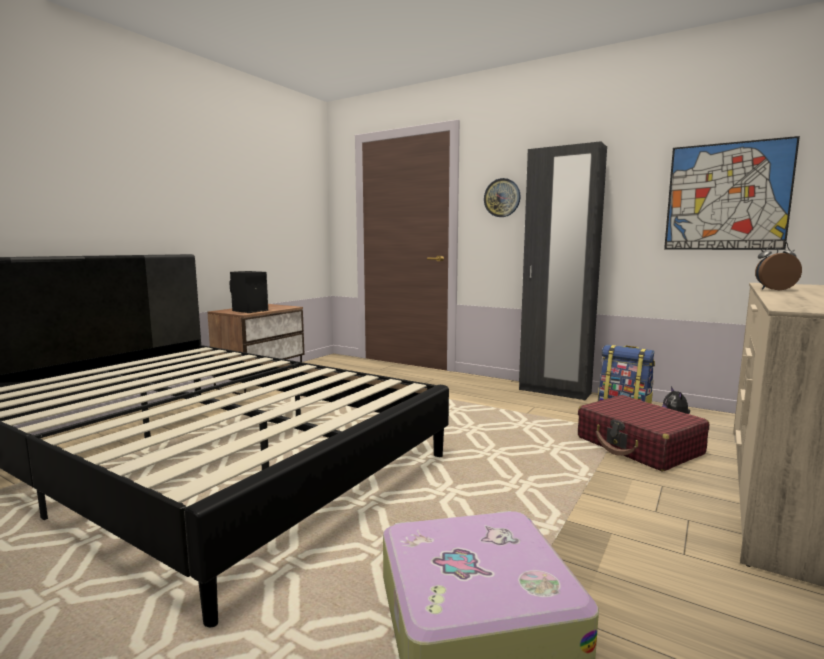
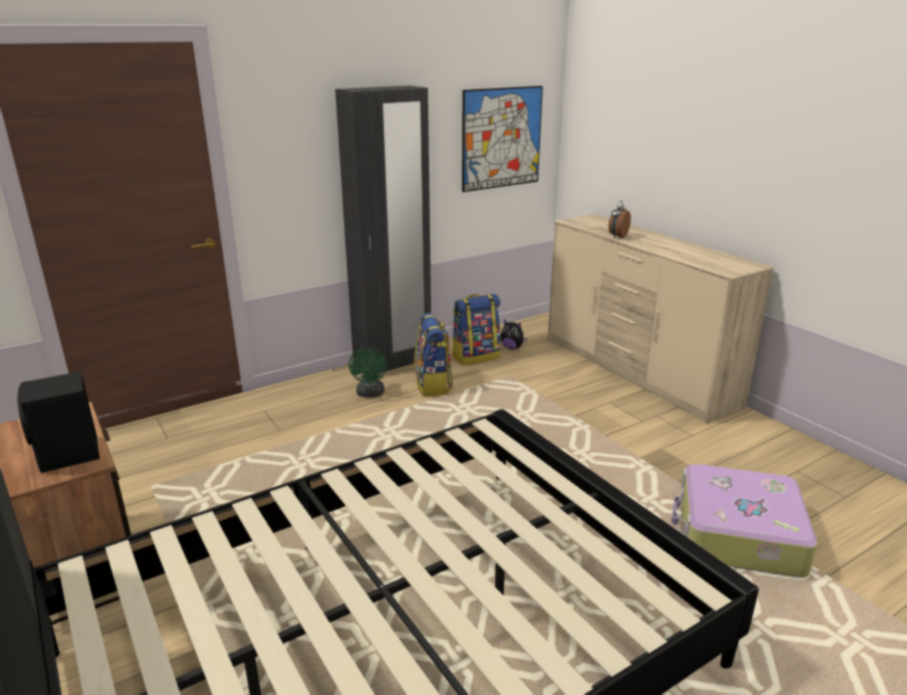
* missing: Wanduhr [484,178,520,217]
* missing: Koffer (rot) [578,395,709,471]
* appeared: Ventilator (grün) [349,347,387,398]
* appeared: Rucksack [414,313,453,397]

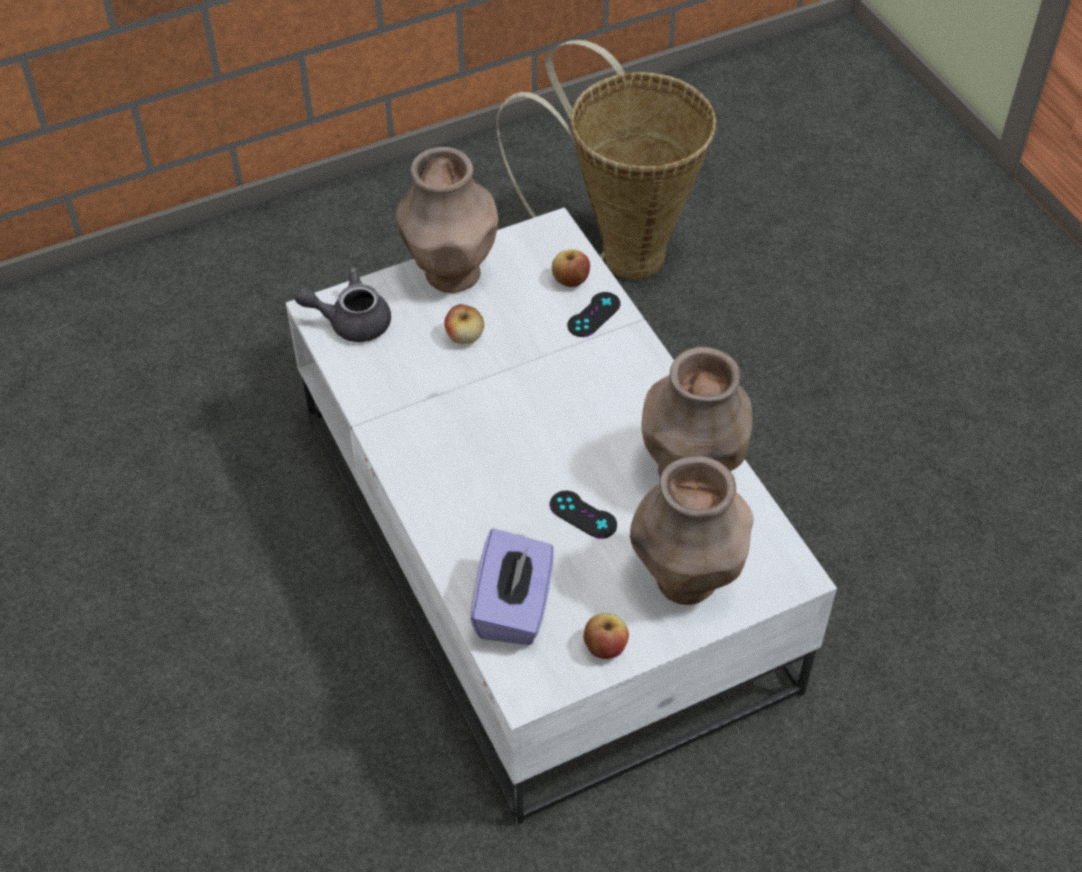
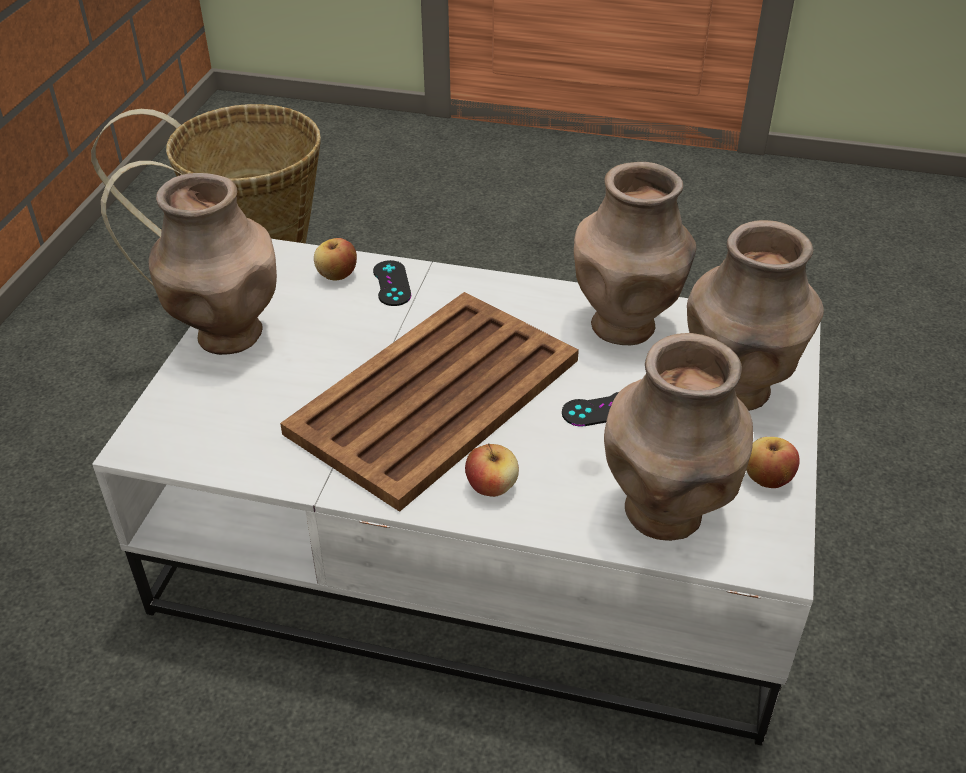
* missing: Teekanne (grau) [294,268,391,342]
* relocated: Apfel [444,304,484,344] to [465,444,519,497]
* exchanged: Taschentuchbox (lila) [470,528,554,645] to Vase (braun) [604,333,753,541]
* appeared: Tablett (braun) [280,292,579,512]

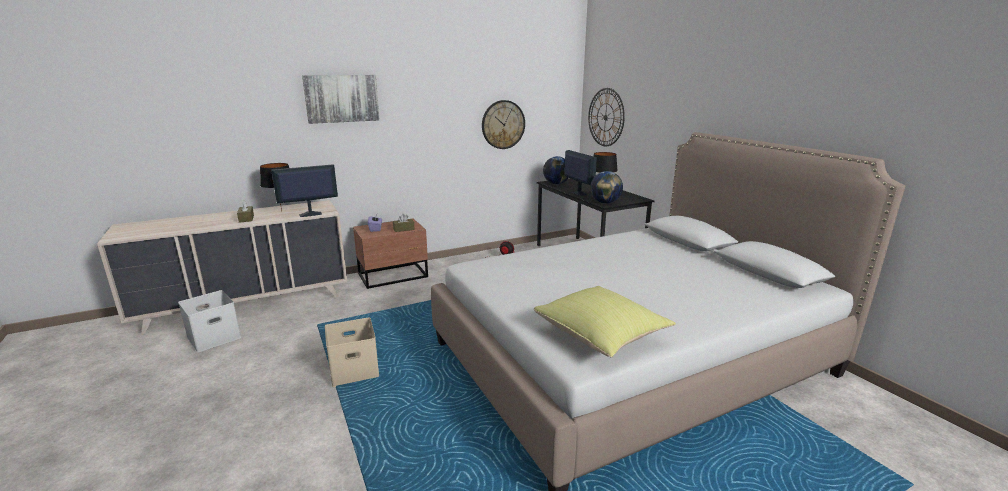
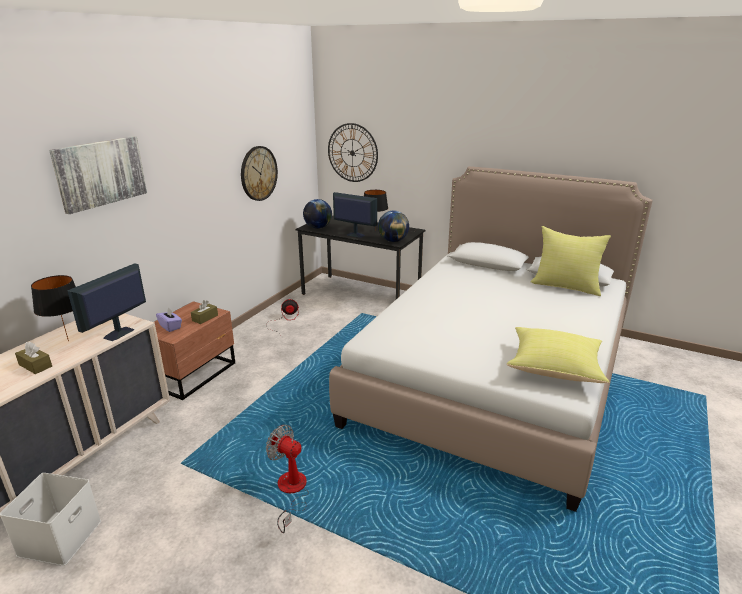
* exchanged: Aufbewahrungsbox (beige) [325,317,379,387] to Ventilator [266,425,309,533]
* appeared: Kissen (gelb) [530,226,611,296]

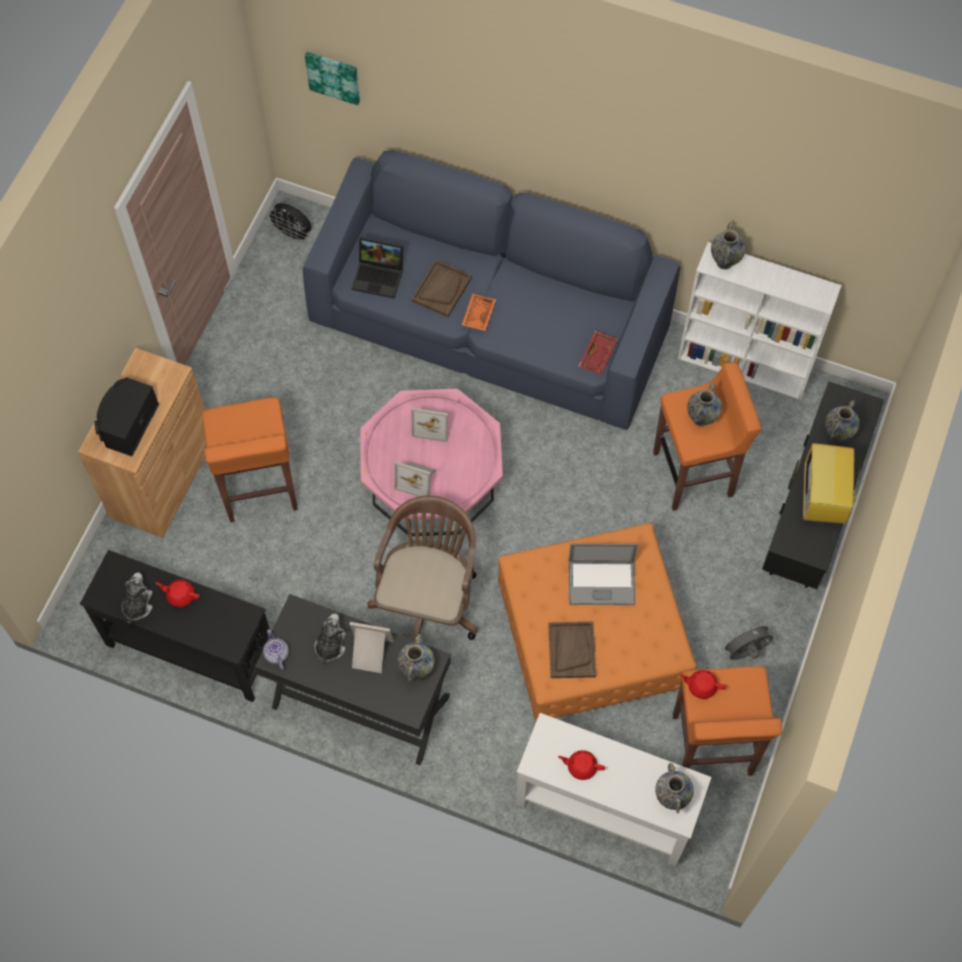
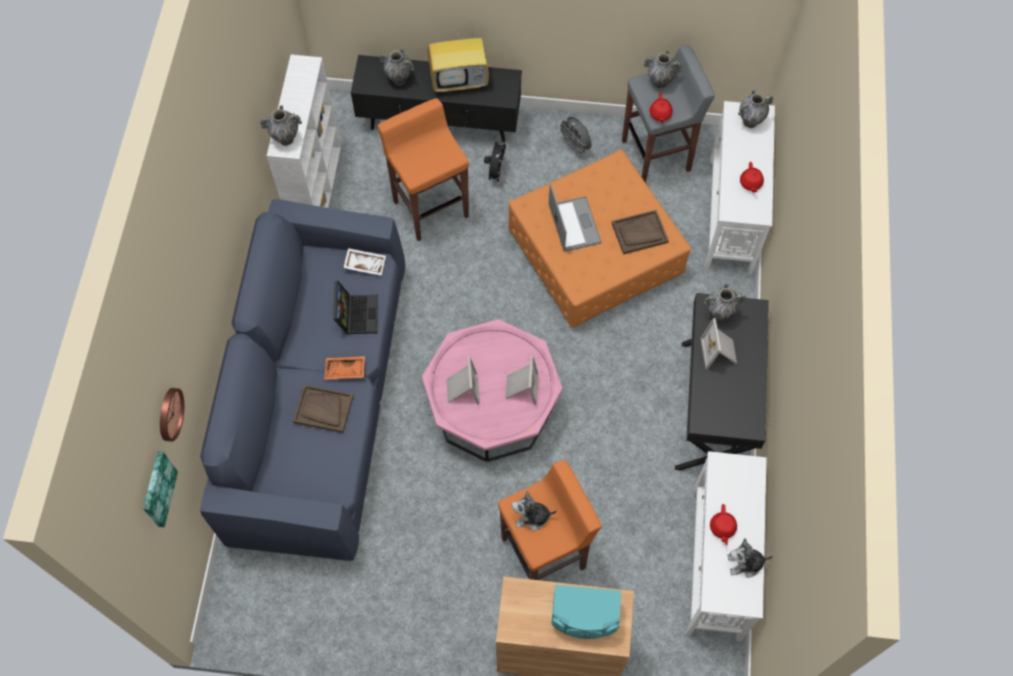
* colour: Konsolentisch (schwarz) [80,550,270,702] to Konsolentisch (weiß) [686,451,766,641]
* colour: Lautsprecher (schwarz) [94,377,159,456] to Lautsprecher (türkis) [552,585,621,639]
* missing: Teekanne [263,629,289,670]
* relocated: Ventilator (schwarz) [266,203,312,243] to [484,141,508,185]
* relocated: Plüschtier [315,614,346,664] to [512,490,557,531]
* relocated: Laptop [352,236,403,298] to [333,281,378,334]
* missing: Bürostuhl (braun) [367,495,478,640]
* colour: Tablett (rot) [578,331,618,375] to Tablett (weiß) [343,248,386,276]
* colour: Hocker (orange) [673,666,782,776] to Hocker (grau) [622,45,715,183]
* relocated: Vase [687,383,722,427] to [644,51,682,89]
* appeared: Wanduhr [160,388,184,442]

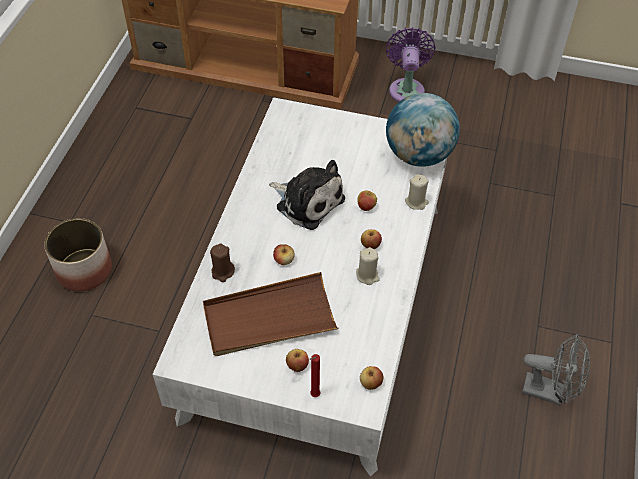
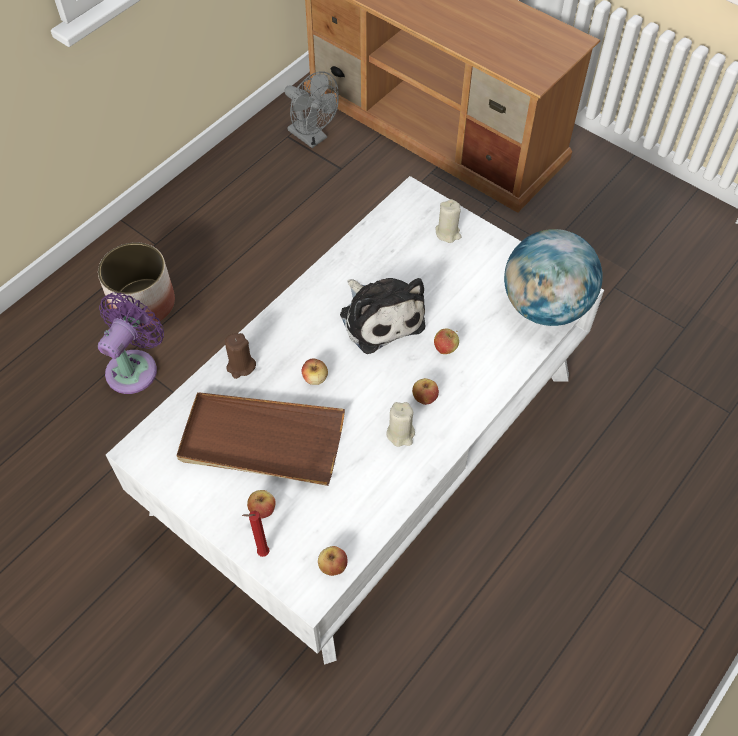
* relocated: Ventilator (lila) [386,27,435,102] to [98,292,164,394]
* relocated: Kerze (beige) [405,174,429,210] to [436,199,461,243]
* relocated: Ventilator (grau) [522,334,590,405] to [284,71,339,148]

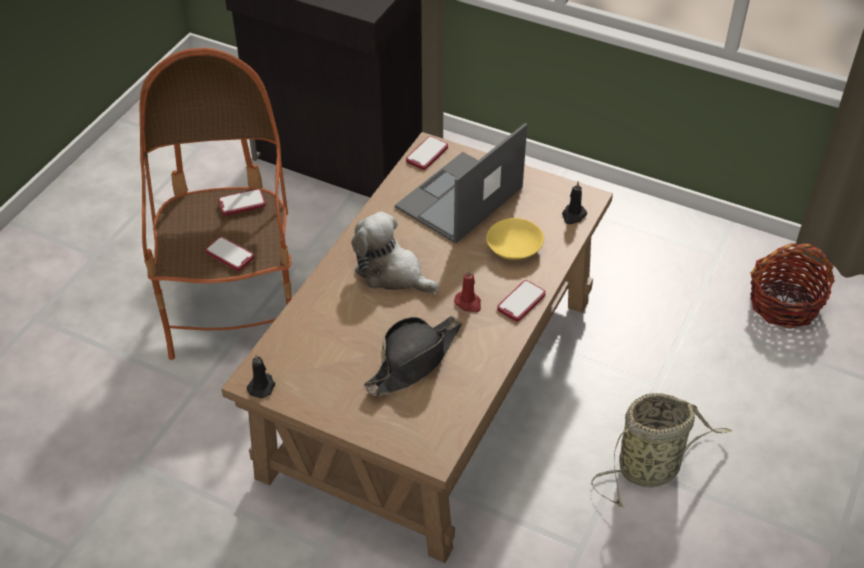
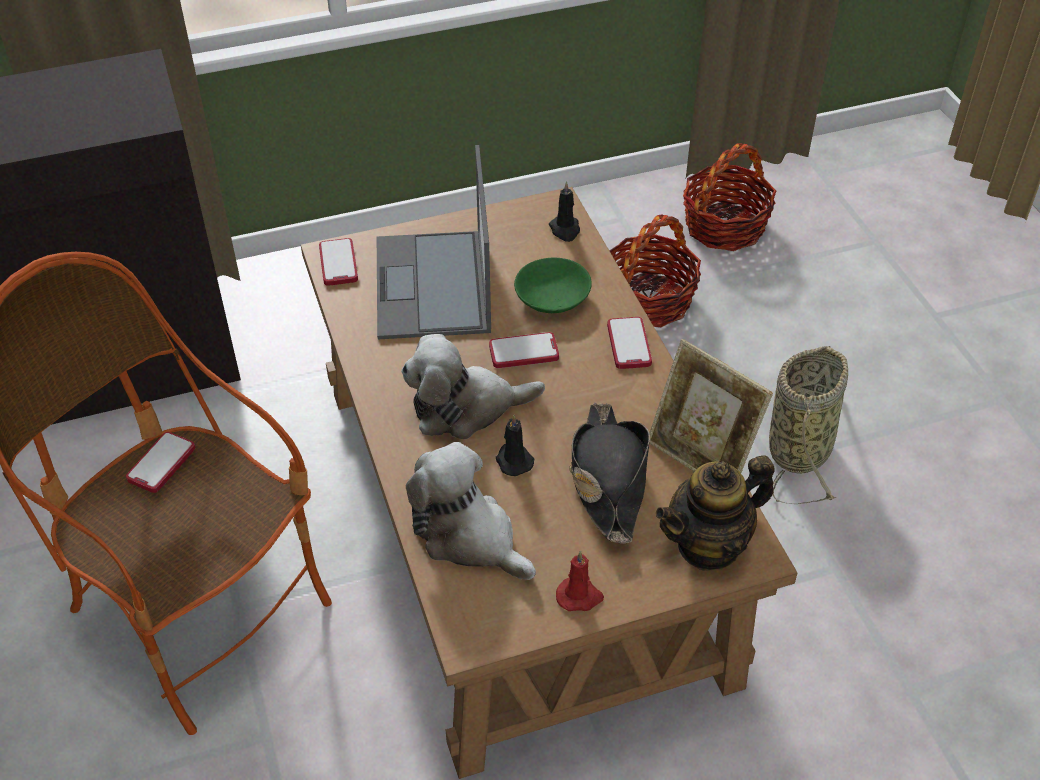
* relocated: Handy [206,237,254,271] to [489,332,559,368]
* relocated: Kerze (schwarz) [247,354,275,398] to [496,415,534,476]
* relocated: Kerze (rot) [454,269,481,312] to [556,551,604,611]
* colour: Schüssel (gelb) [486,218,544,260] to Schüssel (grün) [514,258,592,313]
* appeared: Plüschtier [406,442,536,580]
* appeared: Korb [609,215,701,327]
* appeared: Bilderrahmen [649,339,773,473]
* appeared: Teekanne [656,455,775,571]

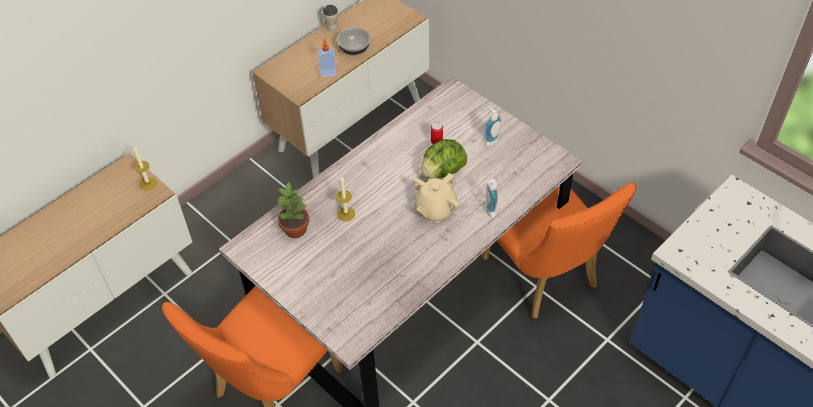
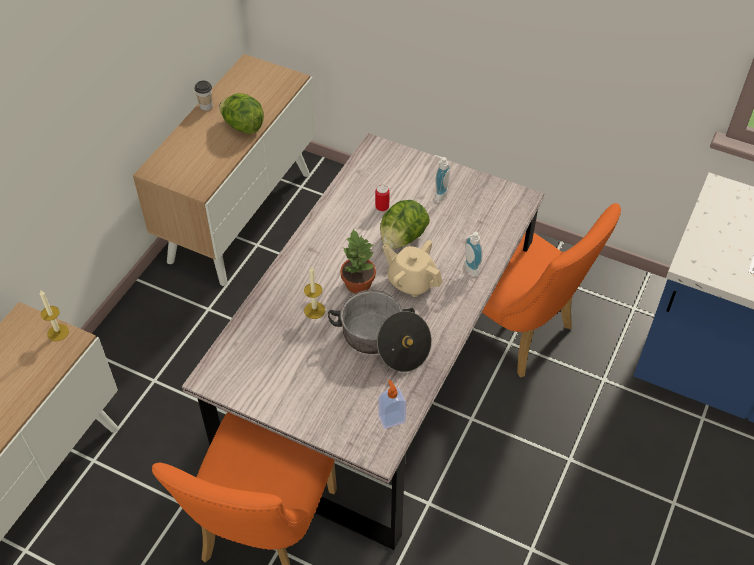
* relocated: Topfpflanze [276,183,310,238] to [340,229,376,294]
* relocated: Seifenspender [318,39,336,77] to [379,380,406,429]
* exchanged: Schüssel [337,27,370,55] to Salatkopf [219,93,264,134]
* spun: Teekanne (beige) [413,173,459,223] = [382,240,443,297] 105 degrees clockwise
* appeared: Kochtopf [328,290,432,372]

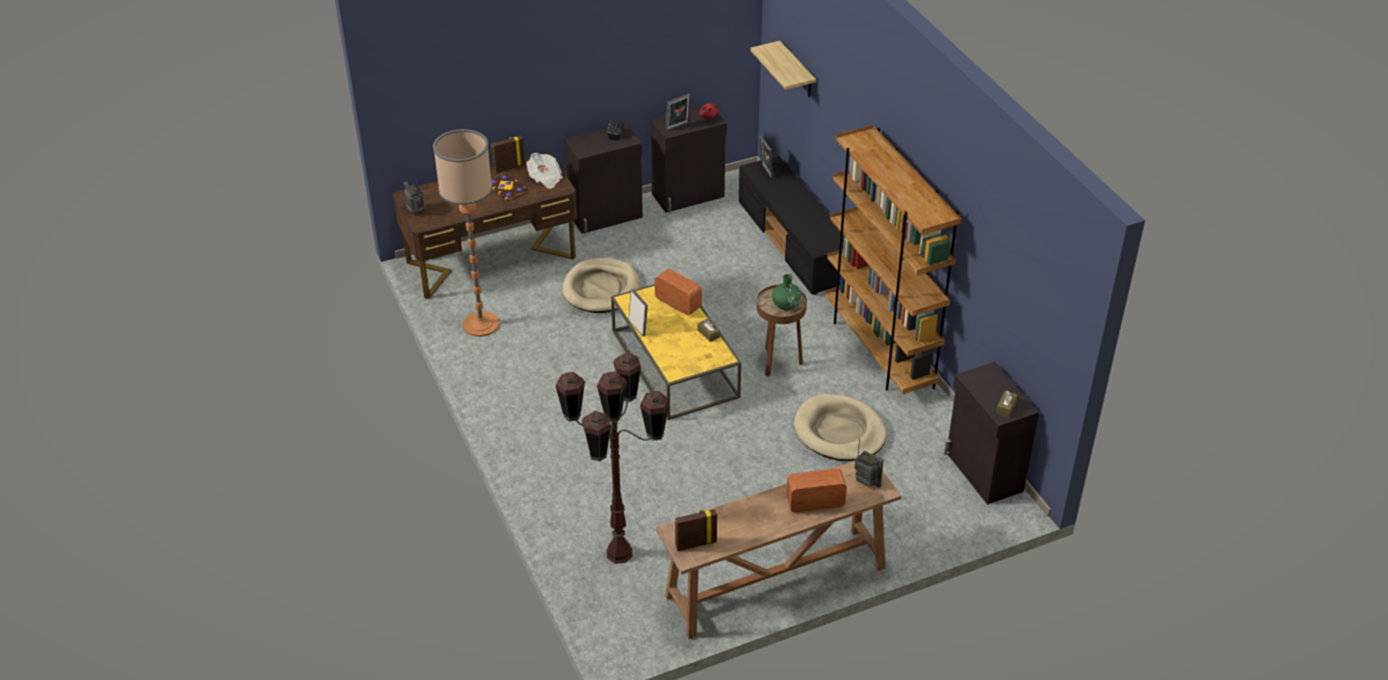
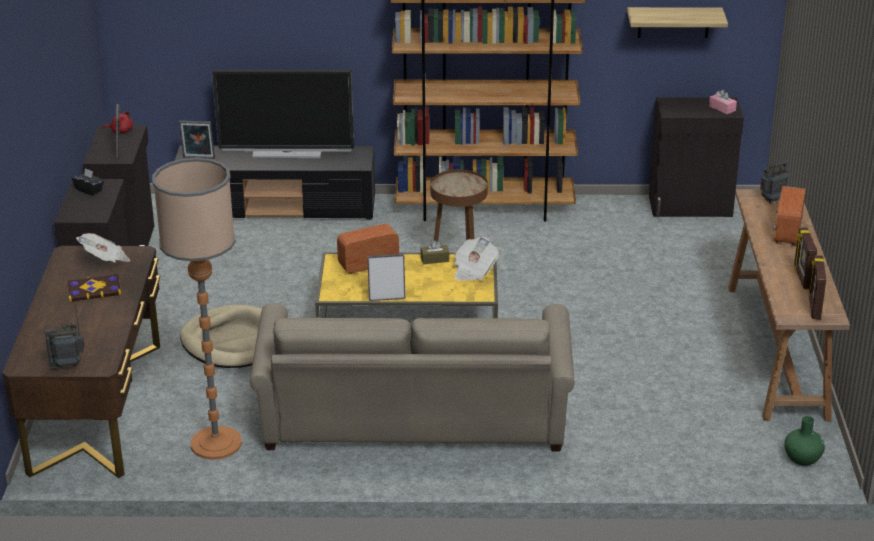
* relocated: Bilderrahmen [491,136,525,173] to [794,227,817,289]
* missing: Stehlampe (braun) [555,353,670,564]
* relocated: Wandregal [750,41,816,97] to [627,7,728,38]
* relocated: Vase (grün) [772,274,802,310] to [784,416,825,466]
* missing: Hundebett (beige) [794,394,887,461]
* colour: Taschentuchbox (braun) [996,391,1017,418] to Taschentuchbox (rosa) [709,90,737,114]
* appeared: Fernseher [212,70,354,158]
* appeared: Sofa (beige) [250,303,574,451]
* appeared: Zeitung [454,237,499,281]

